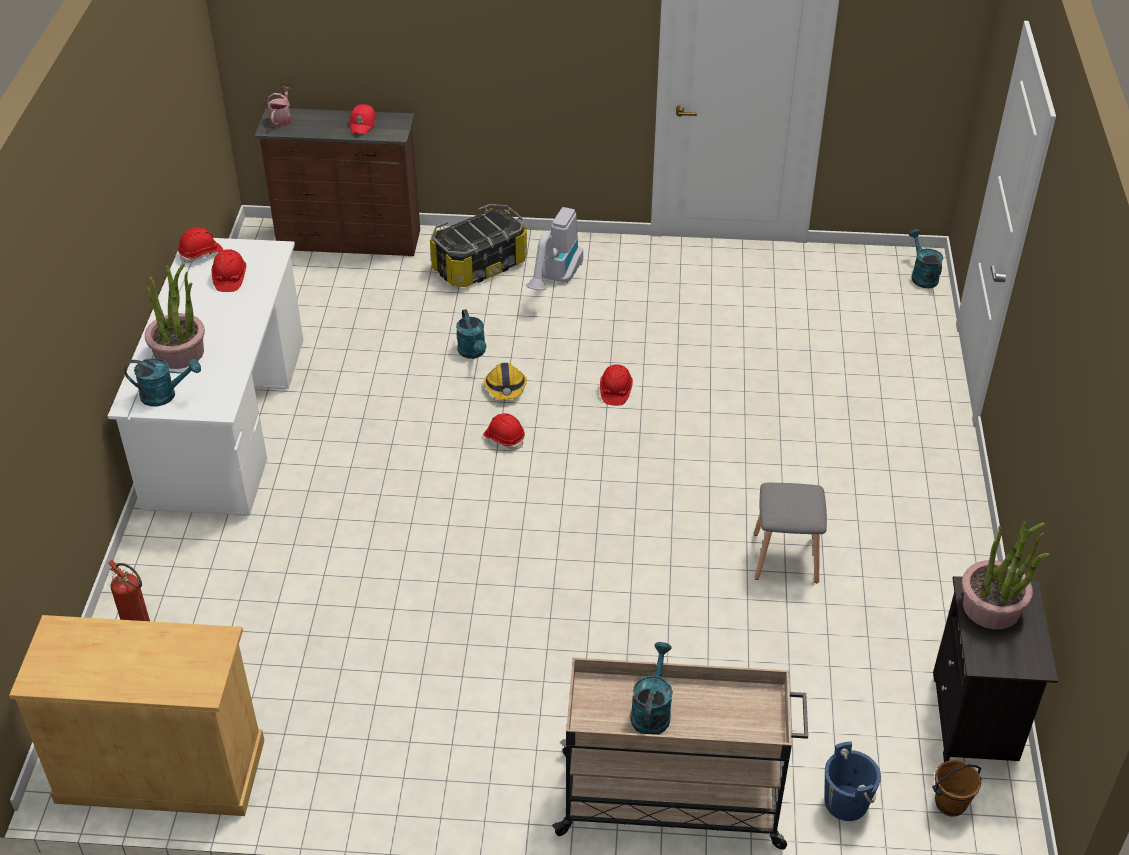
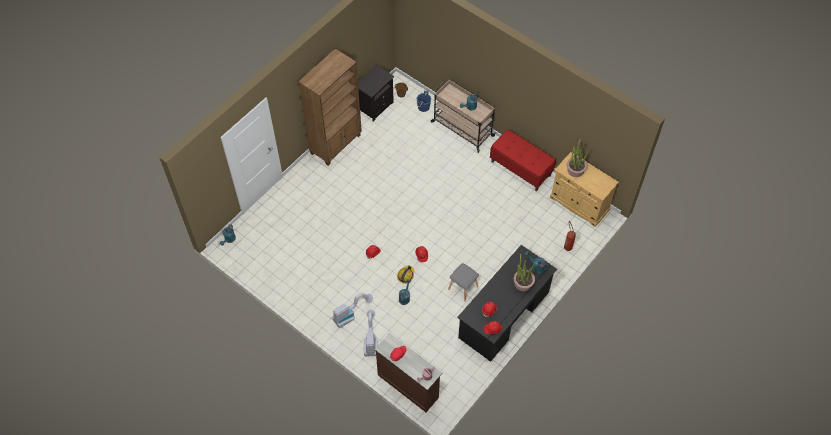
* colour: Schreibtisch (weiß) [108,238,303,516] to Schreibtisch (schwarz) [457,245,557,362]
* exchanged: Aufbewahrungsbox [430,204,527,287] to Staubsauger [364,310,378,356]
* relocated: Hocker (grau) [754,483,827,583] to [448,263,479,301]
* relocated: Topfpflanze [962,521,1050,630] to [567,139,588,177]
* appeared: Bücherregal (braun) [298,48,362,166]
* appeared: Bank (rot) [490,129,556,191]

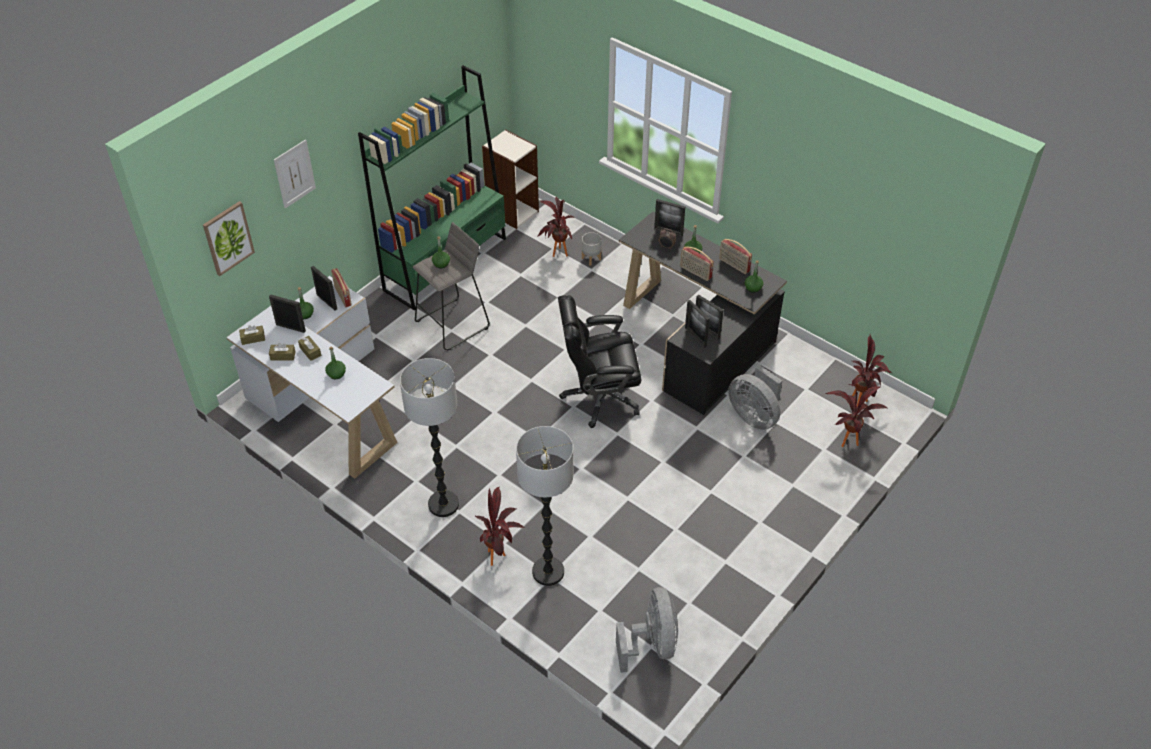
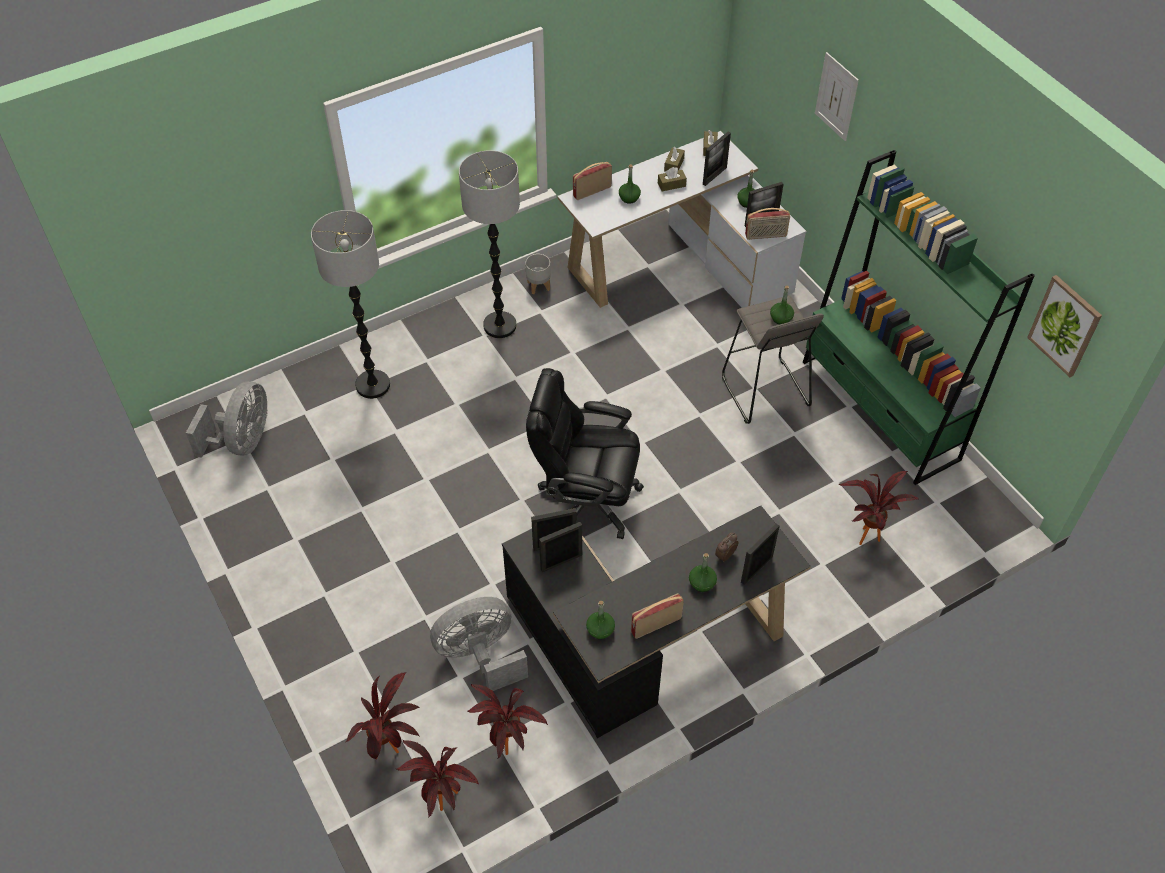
* relocated: Bild [203,201,255,276] to [1027,275,1102,377]
* relocated: Topfpflanze [475,487,525,566] to [467,684,548,758]
* missing: Bücherregal [482,130,539,229]
* spun: Bürostuhl (schwarz) [558,295,641,428] = [526,368,644,539] 90 degrees counterclockwise
* relocated: Pflanzkübel (grau) [582,232,602,266] to [525,254,551,294]
* spun: Ventilator (grau) [616,587,678,673] = [186,381,267,458] 90 degrees counterclockwise
* relocated: Radio [680,246,714,281] to [573,162,612,200]

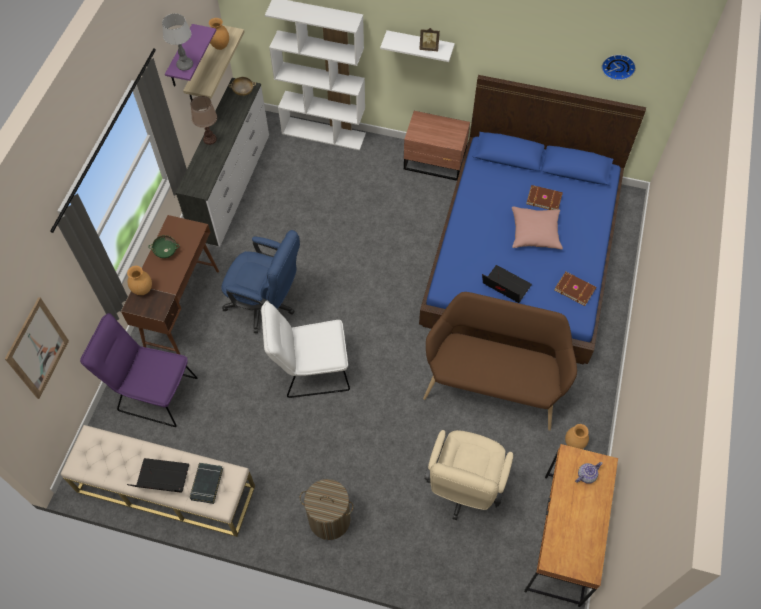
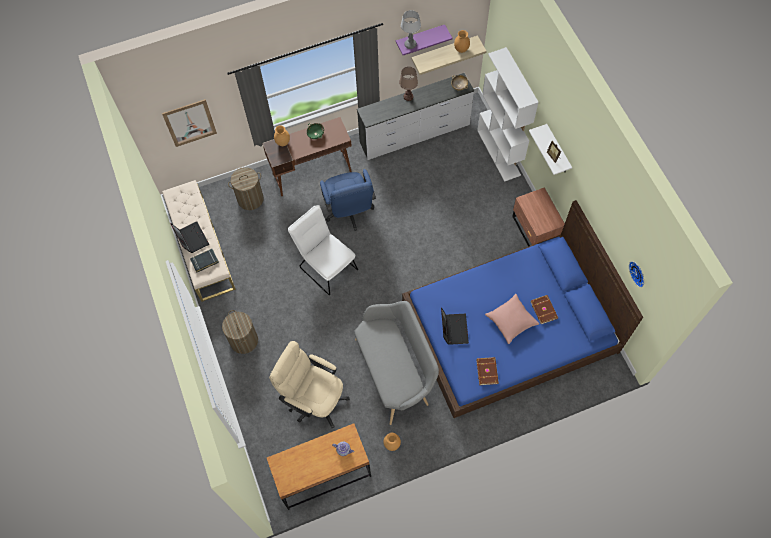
* exchanged: Stuhl (lila) [80,313,197,427] to Wäschekorb [228,167,264,210]
* colour: Bank (braun) [423,292,577,431] to Bank (grau) [354,301,439,425]
* spun: Bürostuhl (beige) [424,430,513,520] = [269,341,350,428] 45 degrees clockwise

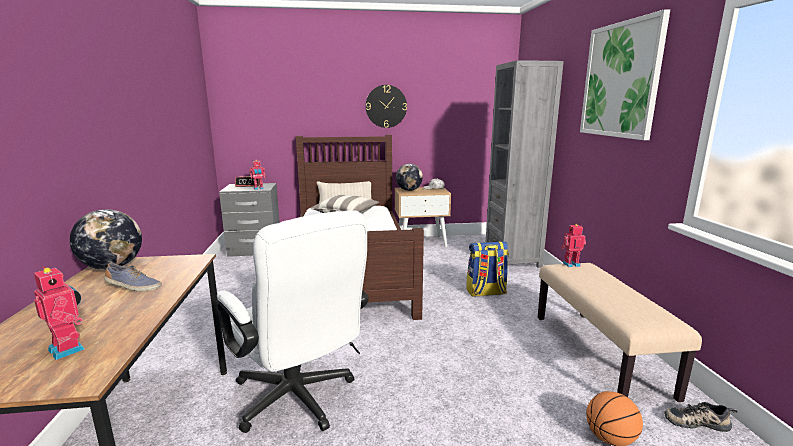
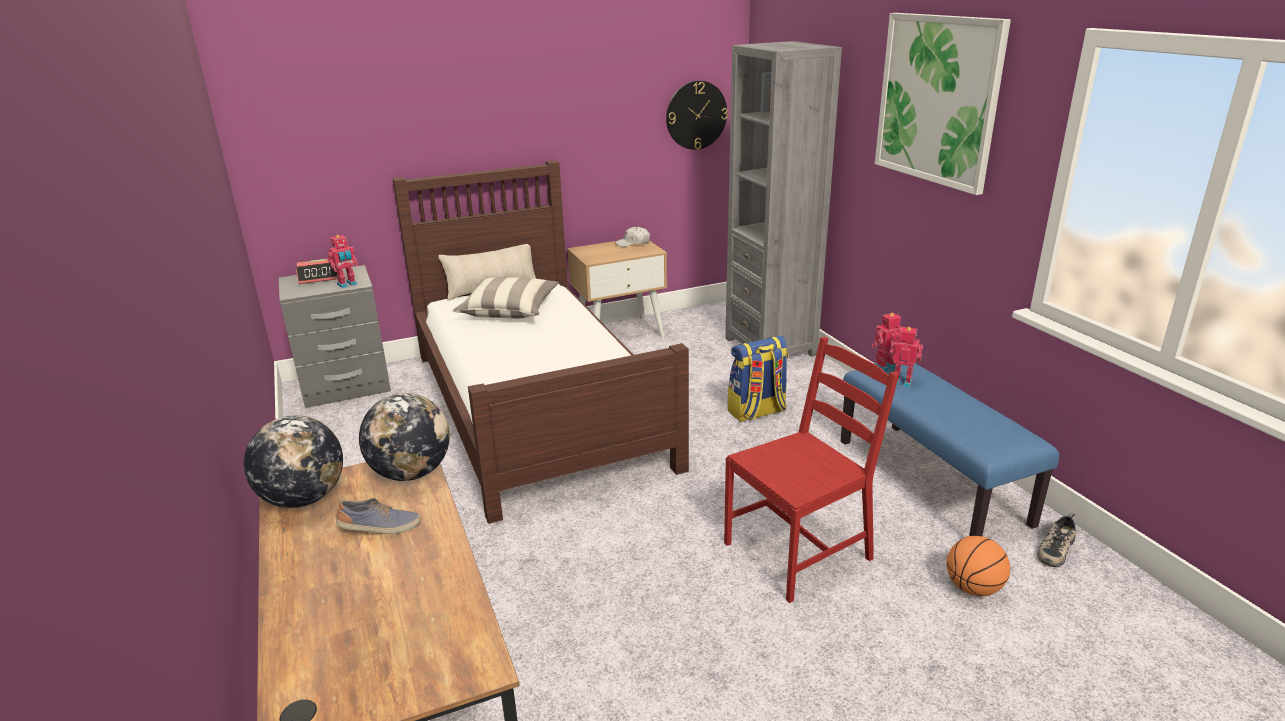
* relocated: Spielzeugroboter [34,267,85,360] to [890,327,923,388]
* missing: Bürostuhl (weiß) [217,210,369,433]
* relocated: Wanduhr [366,85,407,128] to [666,81,728,150]
* relocated: Globus [396,164,423,191] to [359,393,450,481]
* colour: Bank (beige) [538,263,702,402] to Bank (blau) [841,363,1059,536]
* spun: Schuh [664,402,738,432] = [1037,512,1076,567] 45 degrees counterclockwise
* appeared: Stuhl (rot) [724,337,899,603]

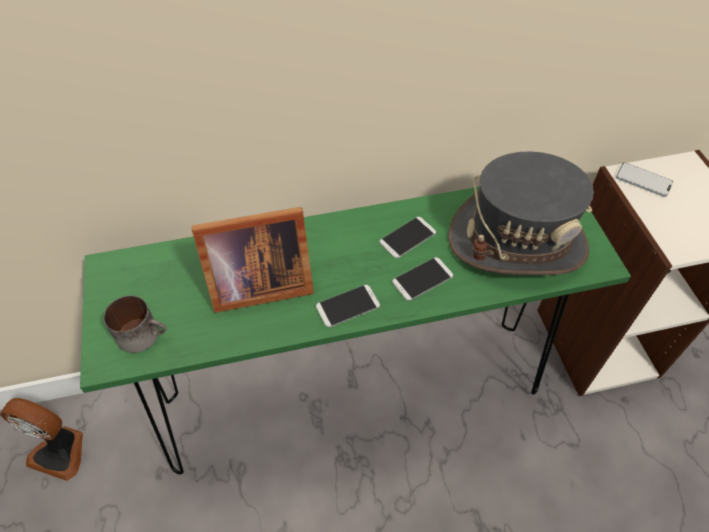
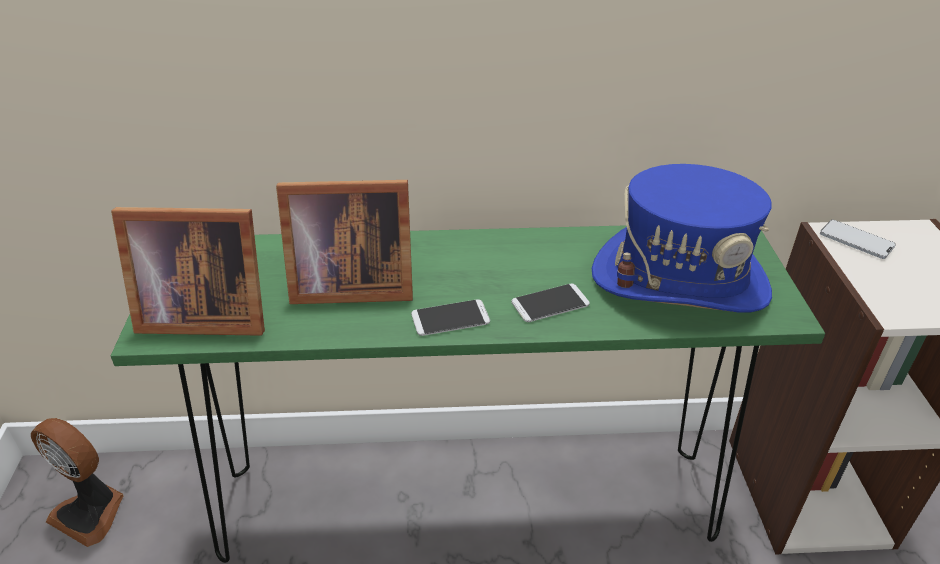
* exchanged: Henkelbecher [104,295,167,353] to Bilderrahmen [111,207,265,336]
* missing: Handy [379,217,436,258]
* colour: Hut (grau) [448,151,594,275] to Hut (blau) [592,164,772,313]

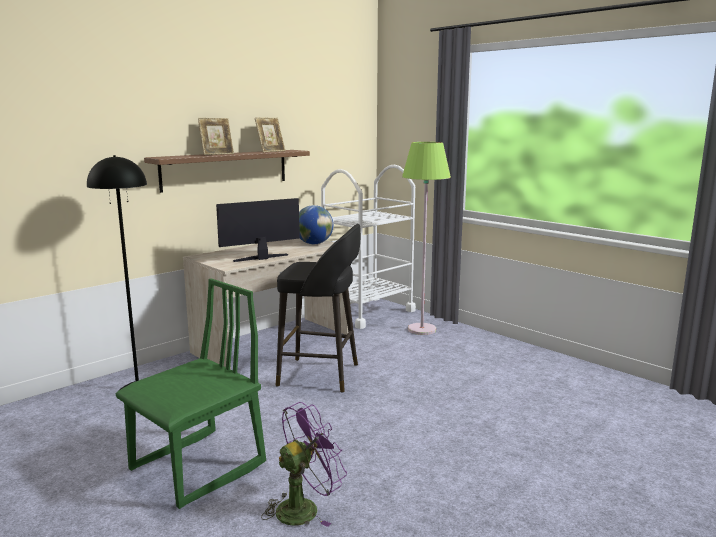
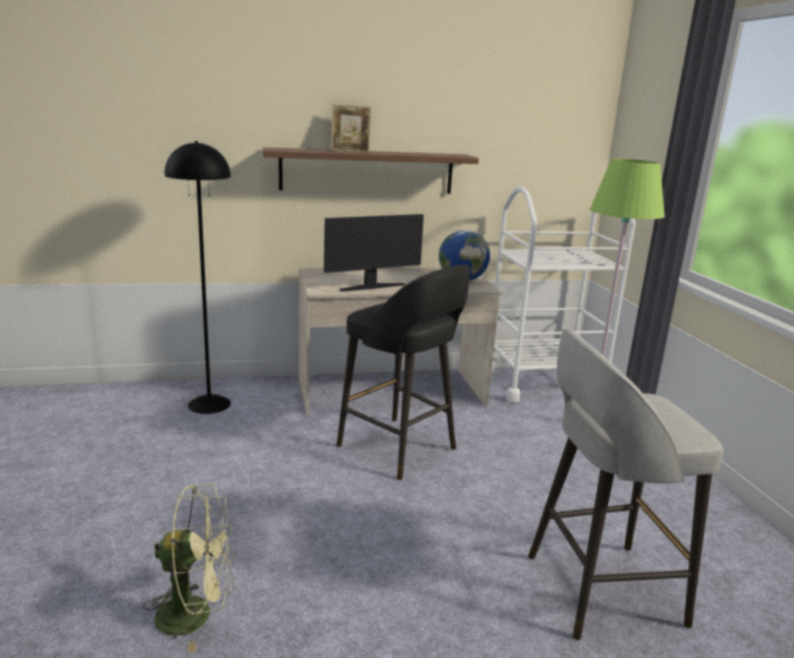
* missing: Stuhl (grün) [116,279,266,509]
* spun: Monitor [216,198,300,262] = [324,214,424,292] 150 degrees clockwise
* missing: Bilderrahmen [255,117,285,152]
* colour: Ventilator (lila) [261,402,347,527] to Ventilator (grün) [143,484,235,653]
* appeared: Hocker (grau) [528,329,724,640]

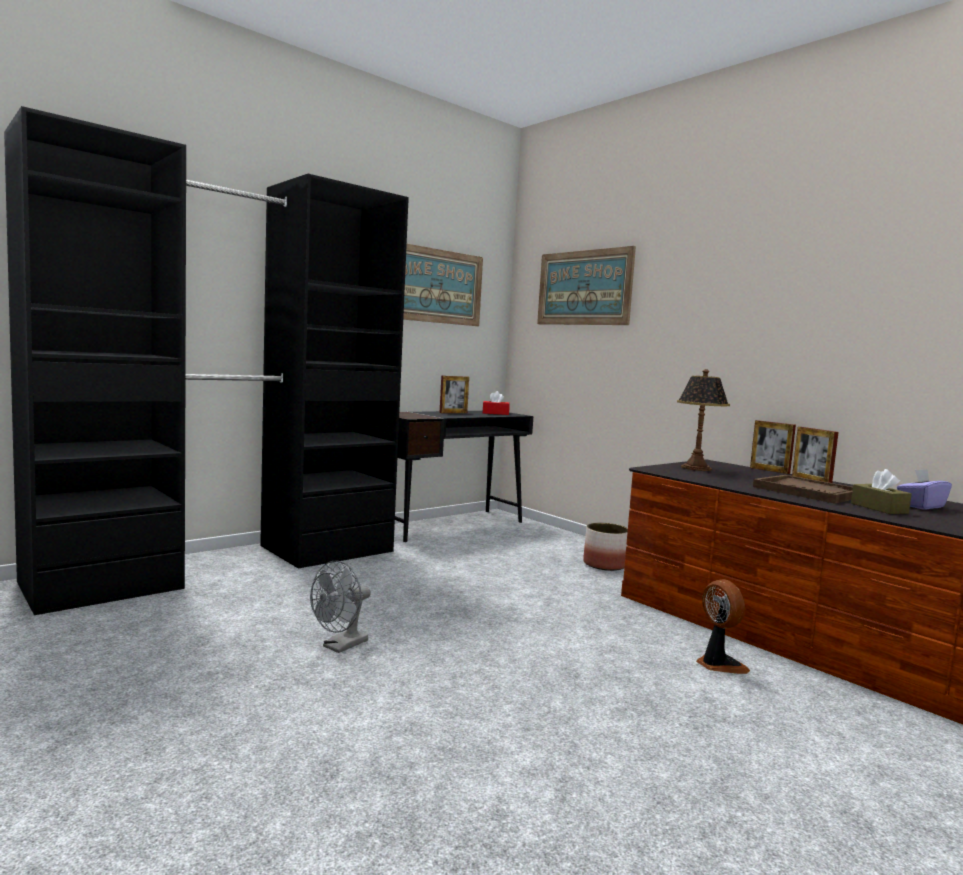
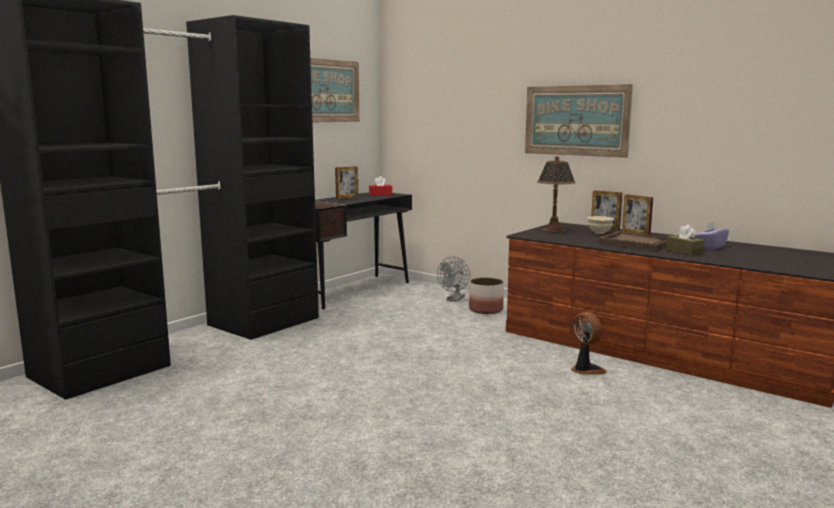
* relocated: Ventilator (grau) [310,561,371,653] to [437,257,470,302]
* relocated: Bild [537,246,636,325] to [525,84,633,158]
* appeared: Schüssel (beige) [587,216,614,234]

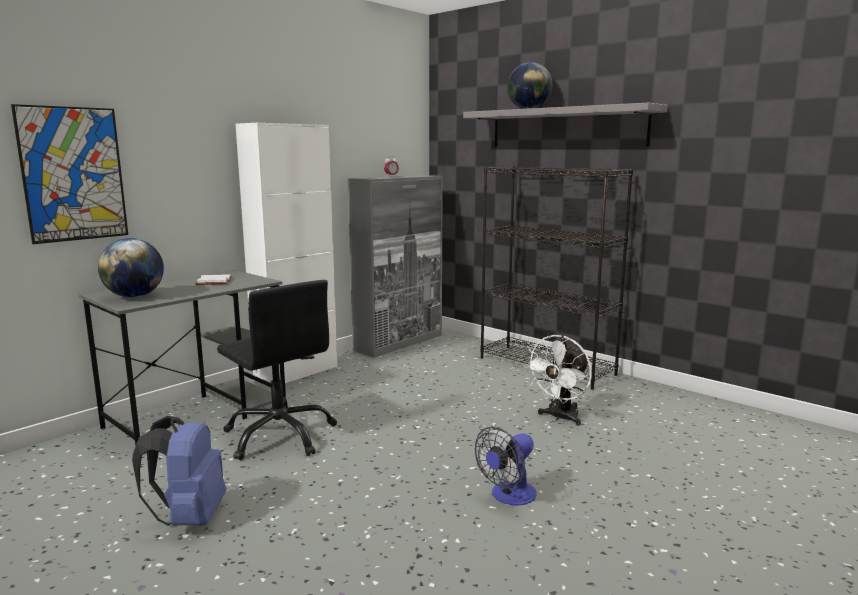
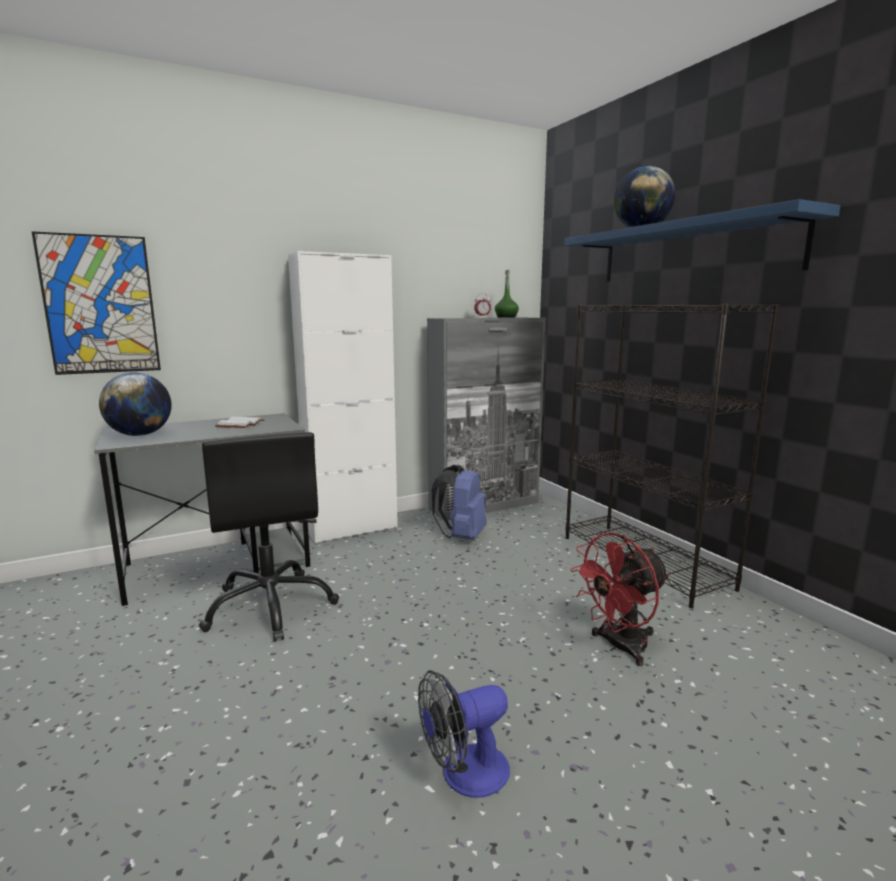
* relocated: Rucksack (blau) [132,416,226,526] to [432,465,487,540]
* colour: Wandregal (grau) [463,103,668,147] to Wandregal (blau) [564,199,840,282]
* colour: Ventilator (weiß) [524,335,592,426] to Ventilator (rot) [570,532,670,666]
* appeared: Flasche (grün) [495,270,519,318]

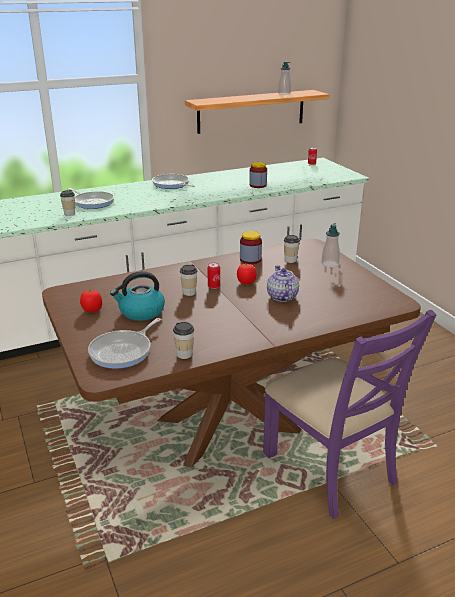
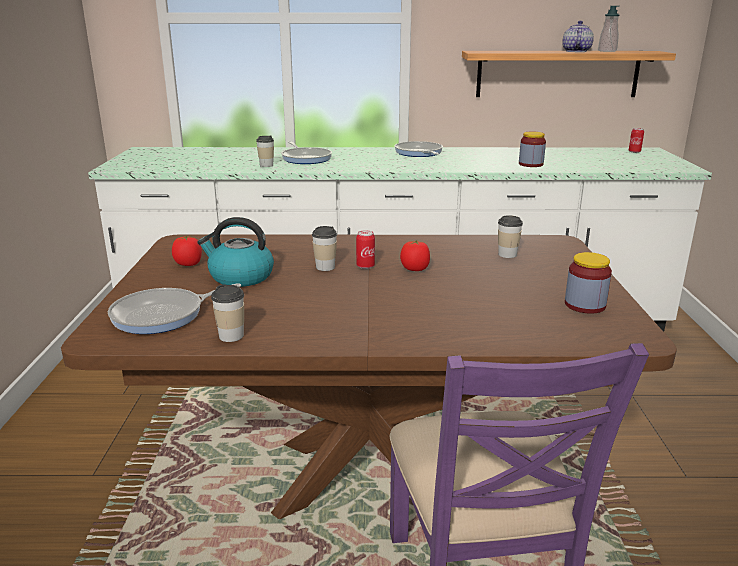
* relocated: Vorratsglas [240,231,262,264] to [565,252,612,314]
* relocated: Teekanne [267,265,299,302] to [562,21,594,52]
* missing: Seifenspender [321,223,340,267]

